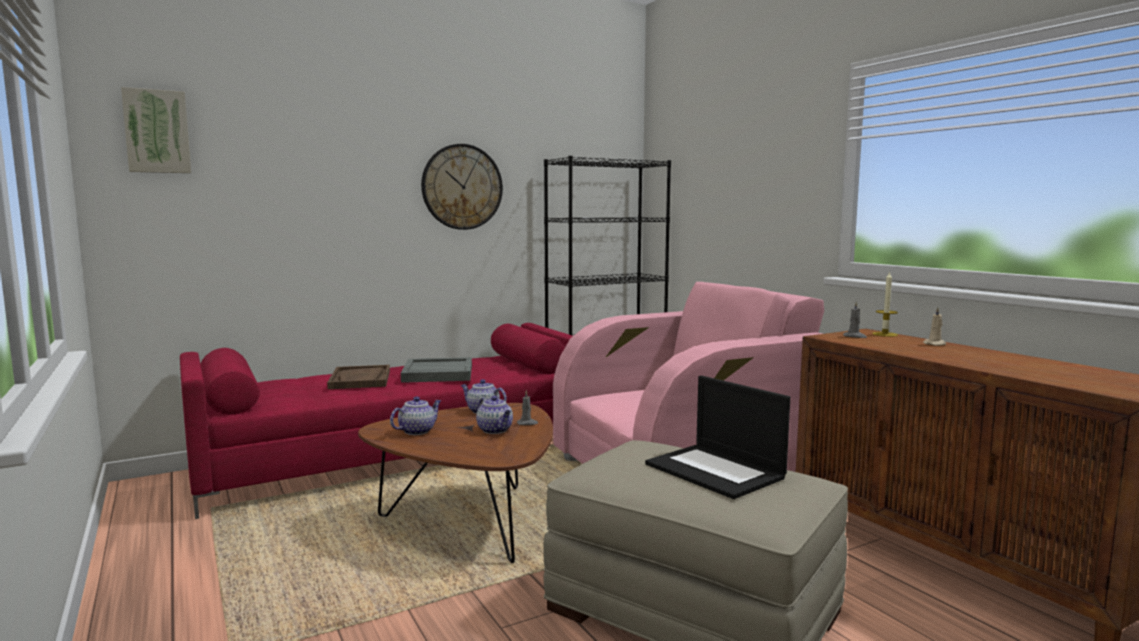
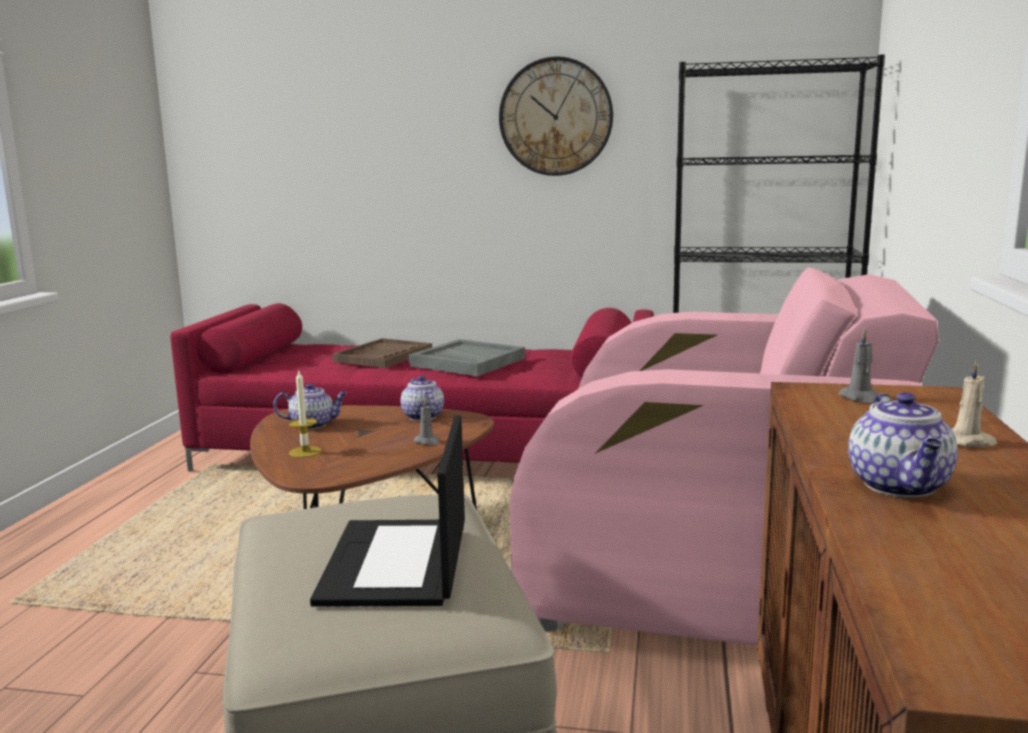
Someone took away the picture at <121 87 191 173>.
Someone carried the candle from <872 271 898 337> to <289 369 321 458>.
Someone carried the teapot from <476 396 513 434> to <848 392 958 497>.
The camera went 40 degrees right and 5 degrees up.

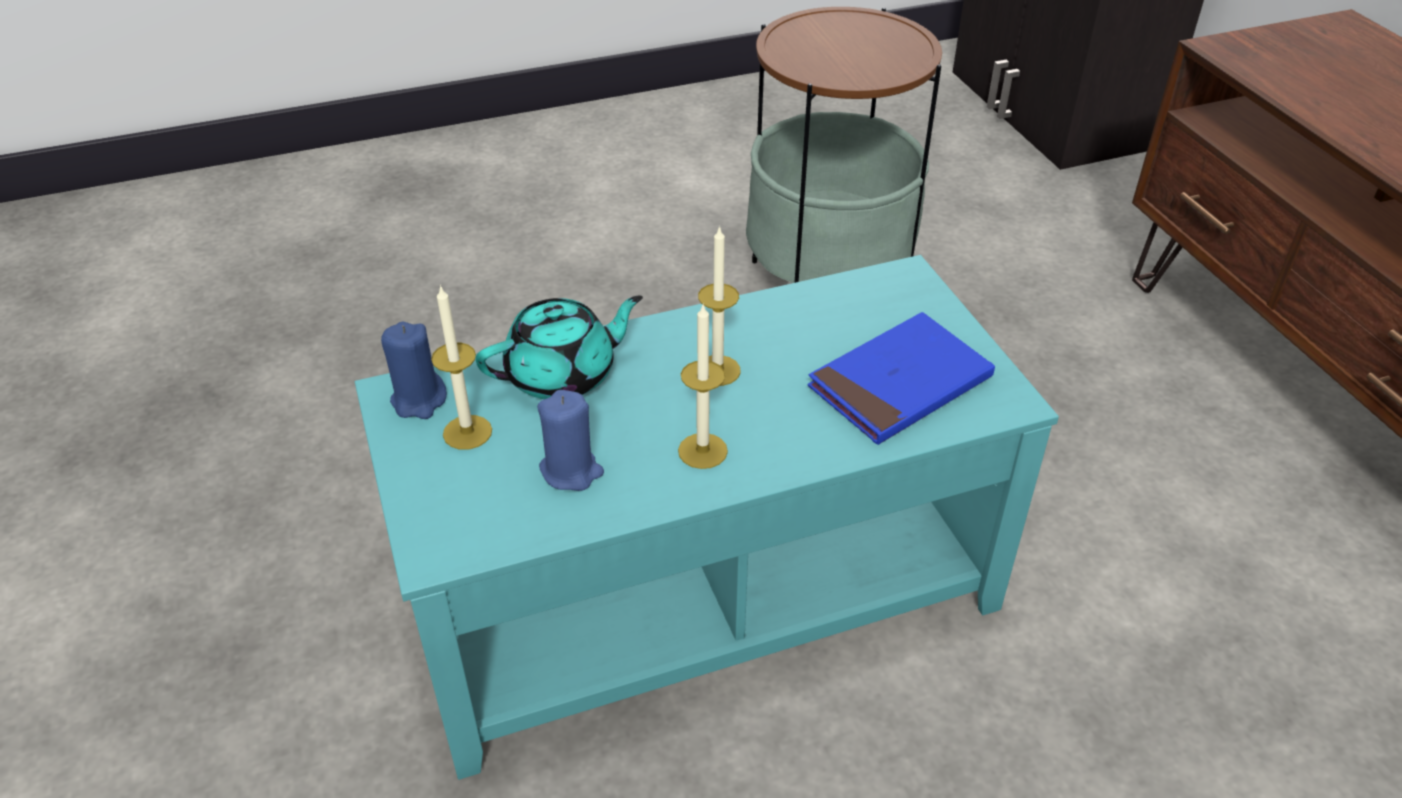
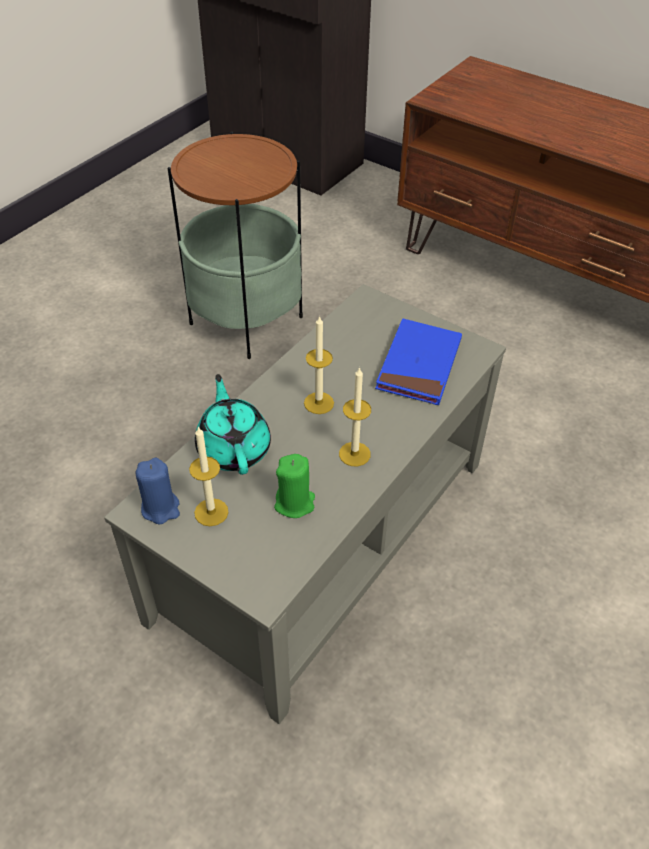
Someone repainted the turquoise coffee table at <355 255 1059 780>, which became the grey coffee table at <104 284 506 724>.
Someone rotated the turquoise teapot at <476 295 643 399> by 45 degrees counterclockwise.
Someone repainted the blue candle at <537 390 604 491>, which became the green candle at <274 454 315 518>.
The camera went 35 degrees left and 5 degrees up.

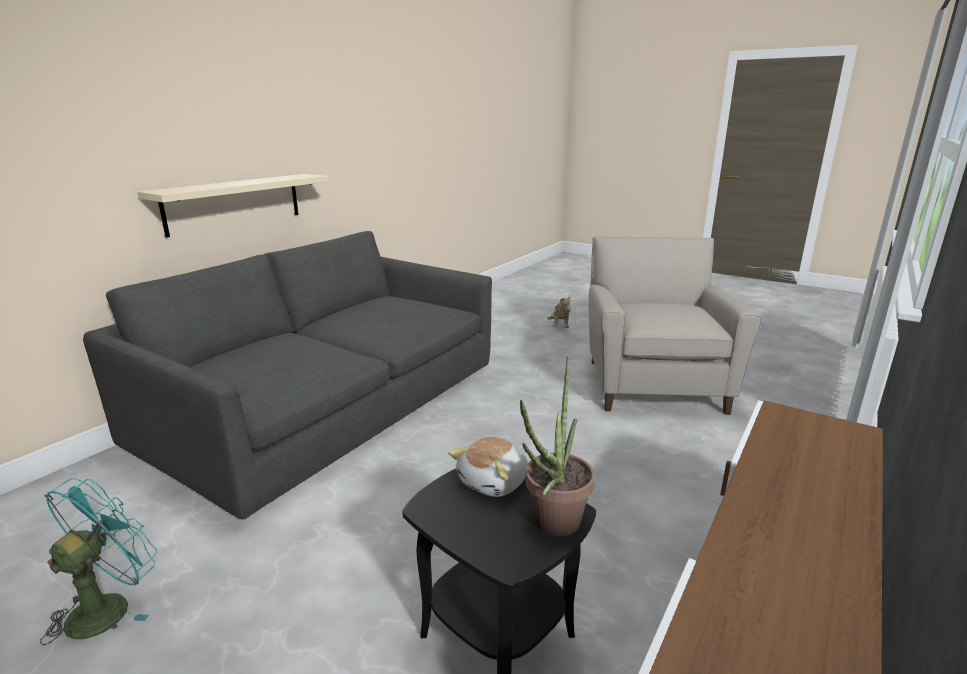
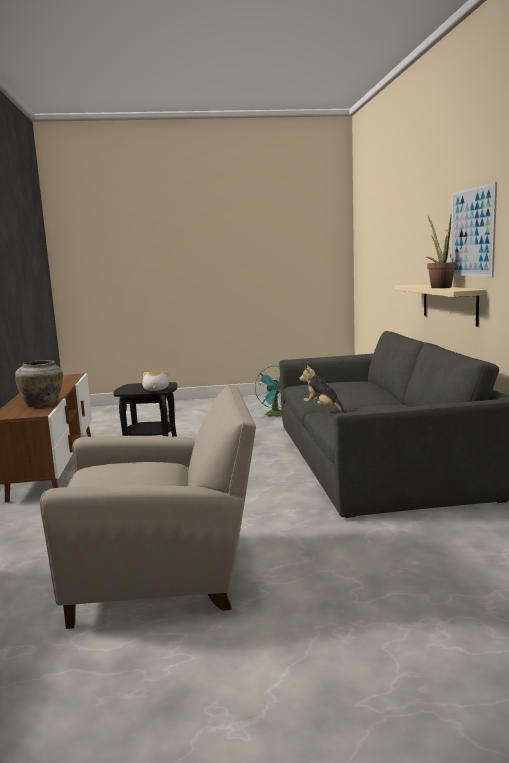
Someone rotated the beige armchair at <589 236 762 415> by 60 degrees counterclockwise.
Someone carried the plush toy from <547 295 571 328> to <299 366 348 413>.
Someone carried the potted plant from <520 356 595 536> to <427 216 457 288>.
Someone put up the picture at <451 182 497 277>.
Someone put down the beige vase at <15 360 63 407>.
The camera went 140 degrees right and 10 degrees down.

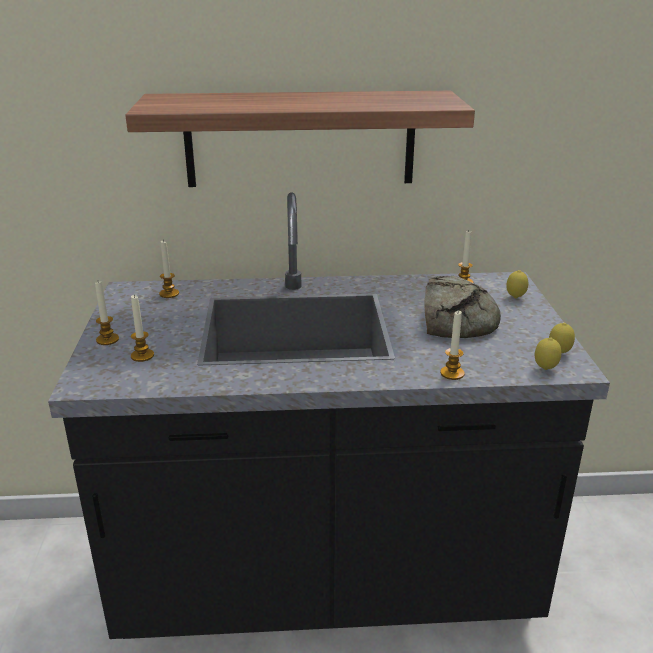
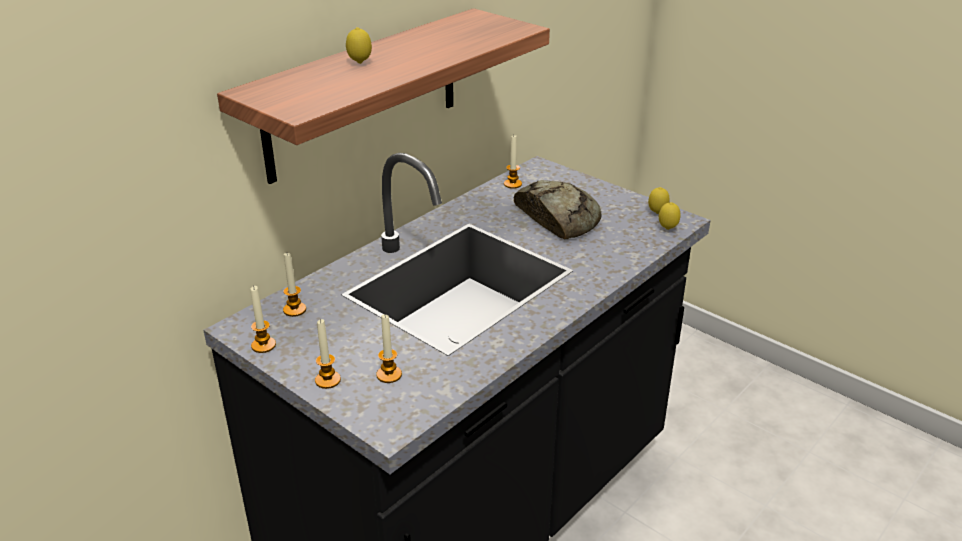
Someone carried the lemon from <506 270 528 298> to <346 27 372 64>.
Someone carried the candle from <440 310 465 380> to <251 286 276 353>.
The camera went 45 degrees left and 5 degrees up.

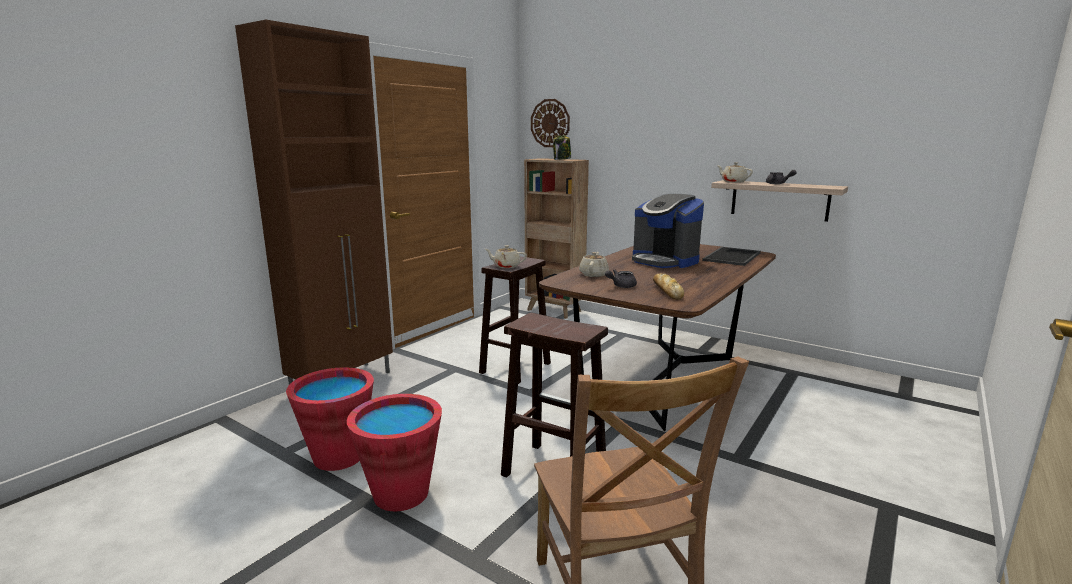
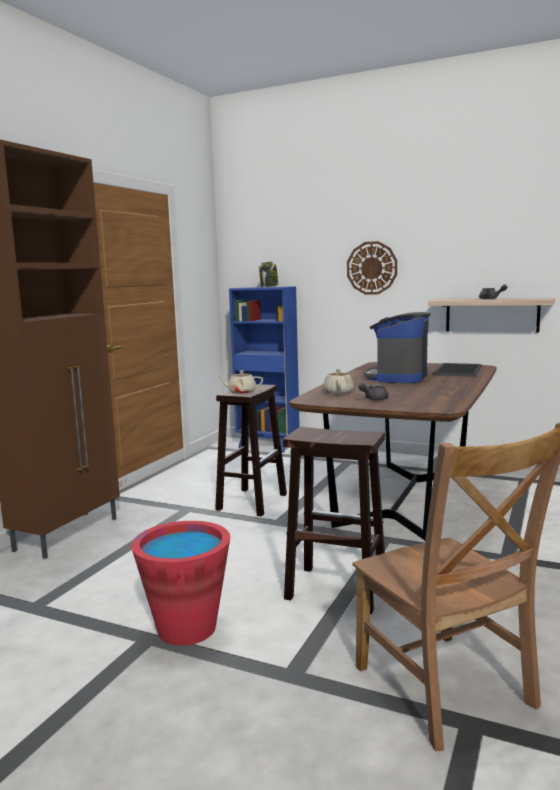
Someone carried the wall clock from <531 99 570 147> to <347 241 397 295>.
Someone repainted the brown bookcase at <524 158 589 319>, which became the blue bookcase at <229 286 300 453>.
Someone took away the beige teapot at <718 162 753 183>.
Someone rotated the coffee machine at <632 194 704 268> by 75 degrees clockwise.
Someone took away the bread at <653 273 684 300>.
Someone took away the red bucket at <286 367 374 471>.
The camera went 10 degrees left and 5 degrees down.

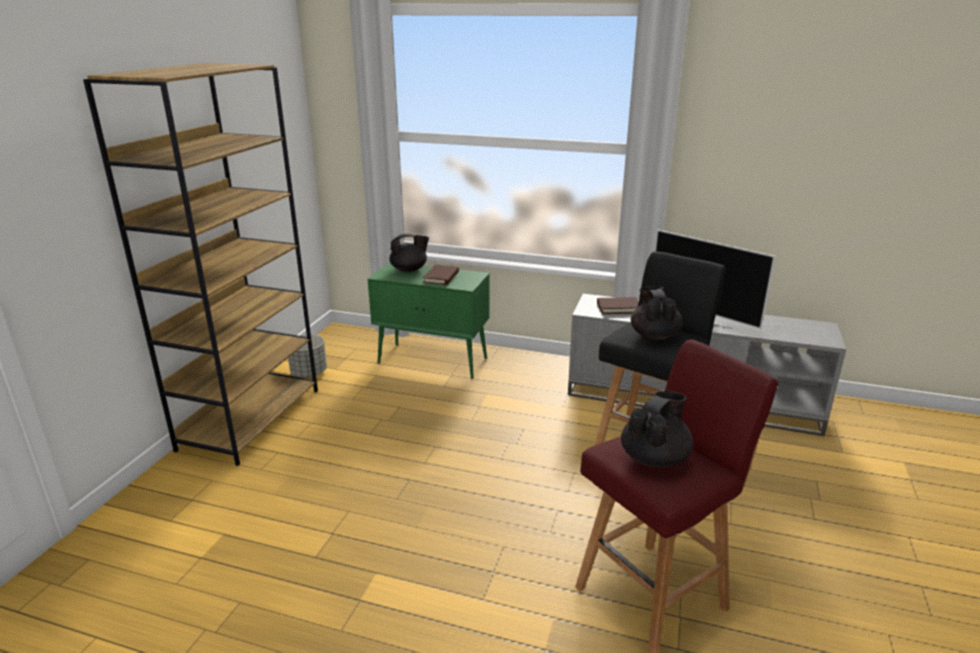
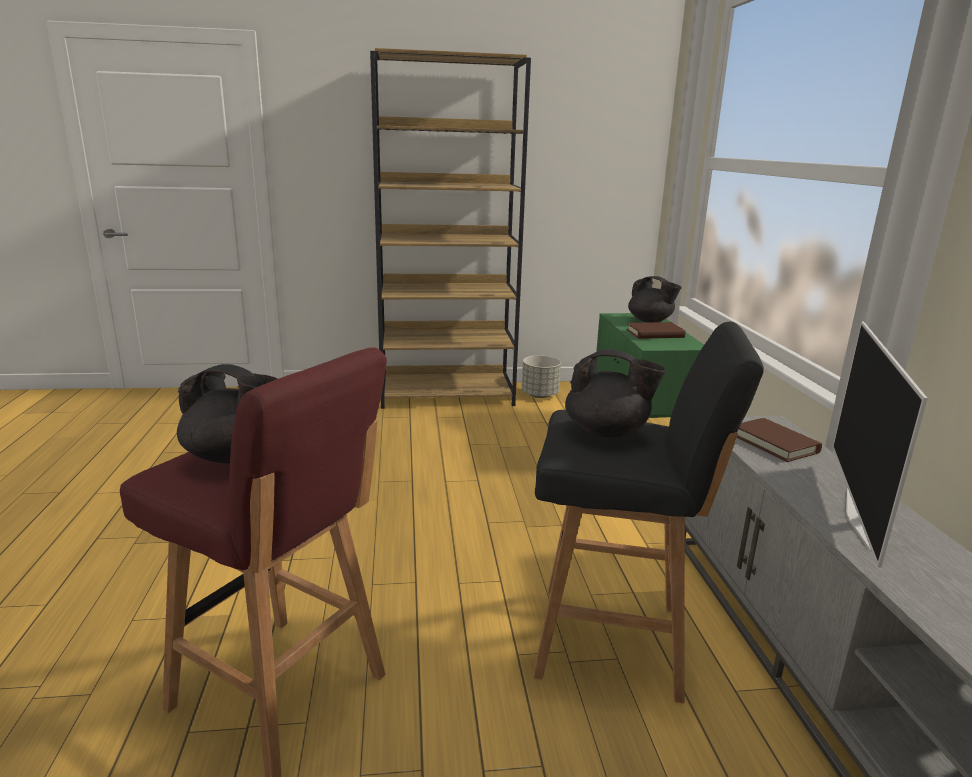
Someone rotated the black teapot at <631 286 683 340> by 45 degrees clockwise.
The camera went 65 degrees right and 5 degrees down.

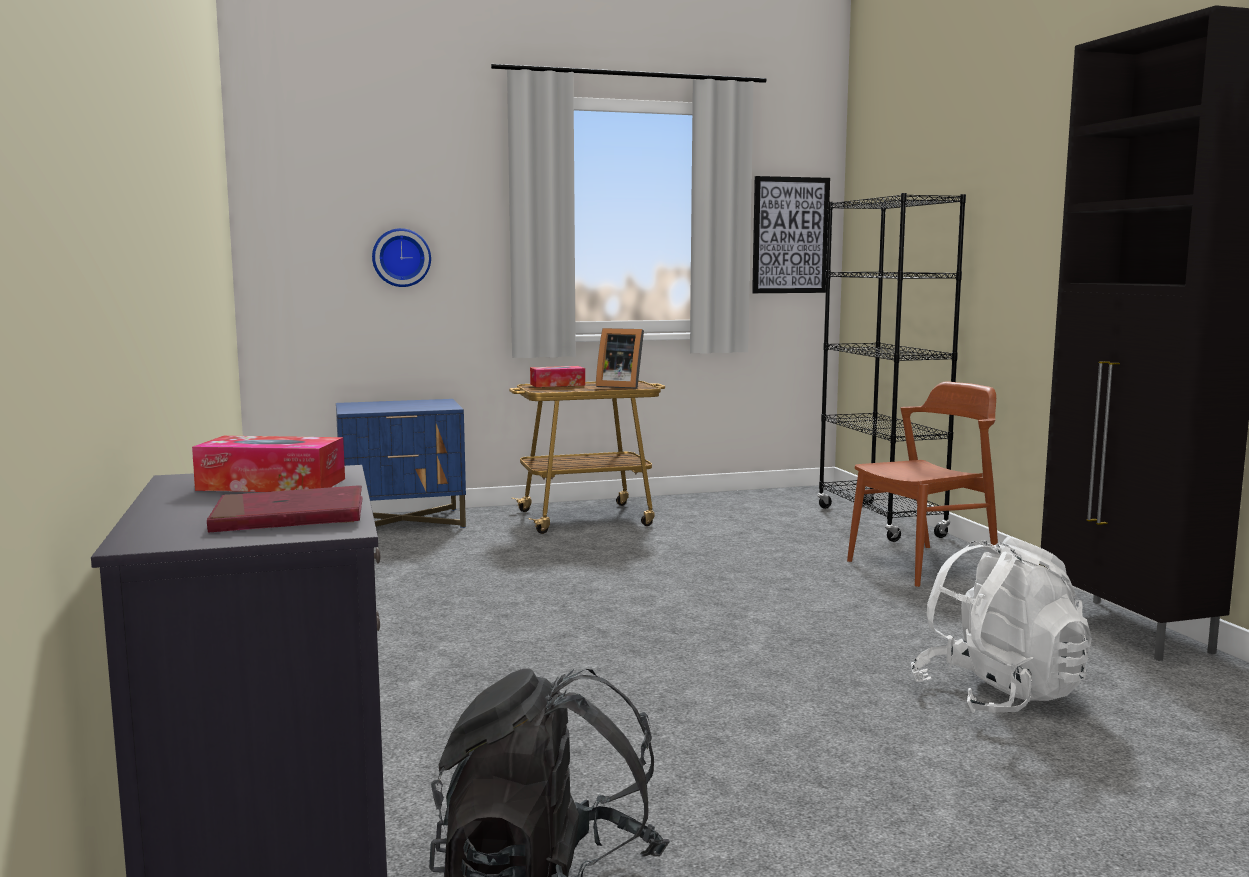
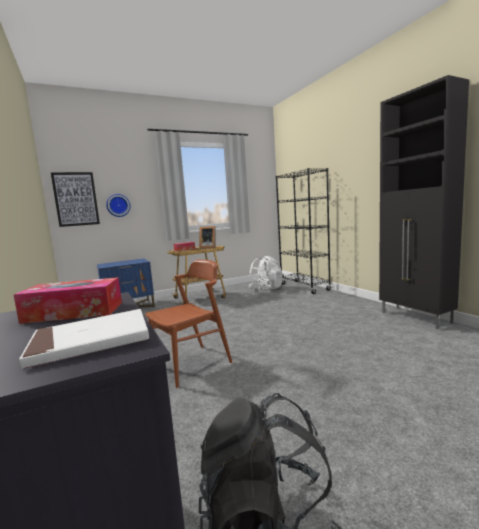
Someone carried the picture from <752 176 830 293> to <51 172 100 227>.
Someone carried the brown chair from <847 381 998 587> to <145 259 232 388>.
Someone repainted the red book at <207 485 363 532>, which became the white book at <19 309 149 369>.
Someone carried the white backpack from <911 537 1092 713> to <248 256 283 291>.
The camera went 10 degrees left and 0 degrees up.

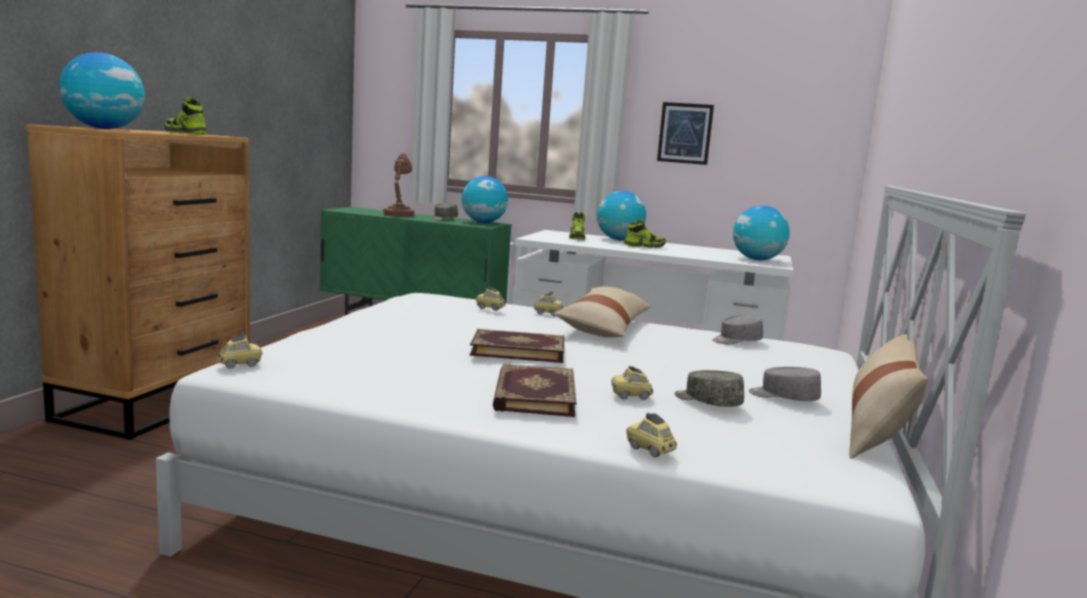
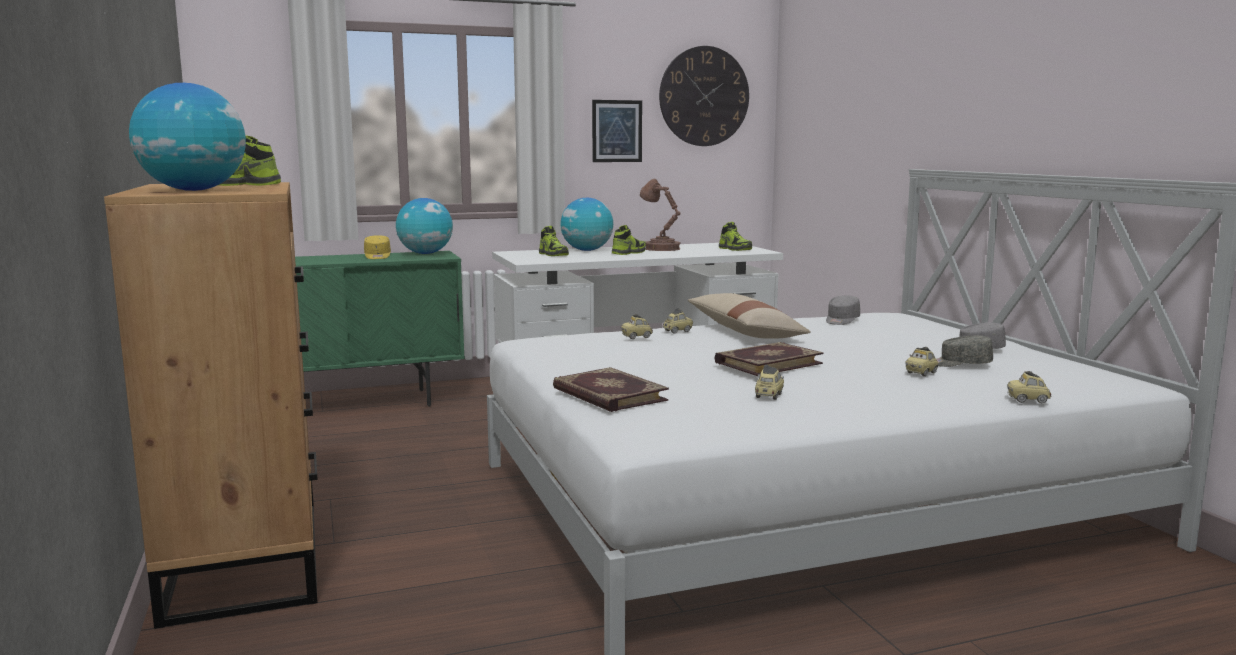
Someone carried the brown table lamp from <383 153 415 217> to <640 179 681 251>.
Someone repainted the grey cap at <432 203 458 221>, which became the yellow cap at <364 235 391 259>.
Someone swapped the globe at <733 206 790 260> for the shoe at <719 222 752 251>.
Someone took away the beige pillow at <849 329 928 459>.
Someone carried the toy car from <218 332 262 369> to <755 365 784 400>.
Someone carried the book from <493 364 576 417> to <553 367 669 412>.
Someone put up the wall clock at <659 46 749 146>.
The camera went 35 degrees left and 0 degrees up.

